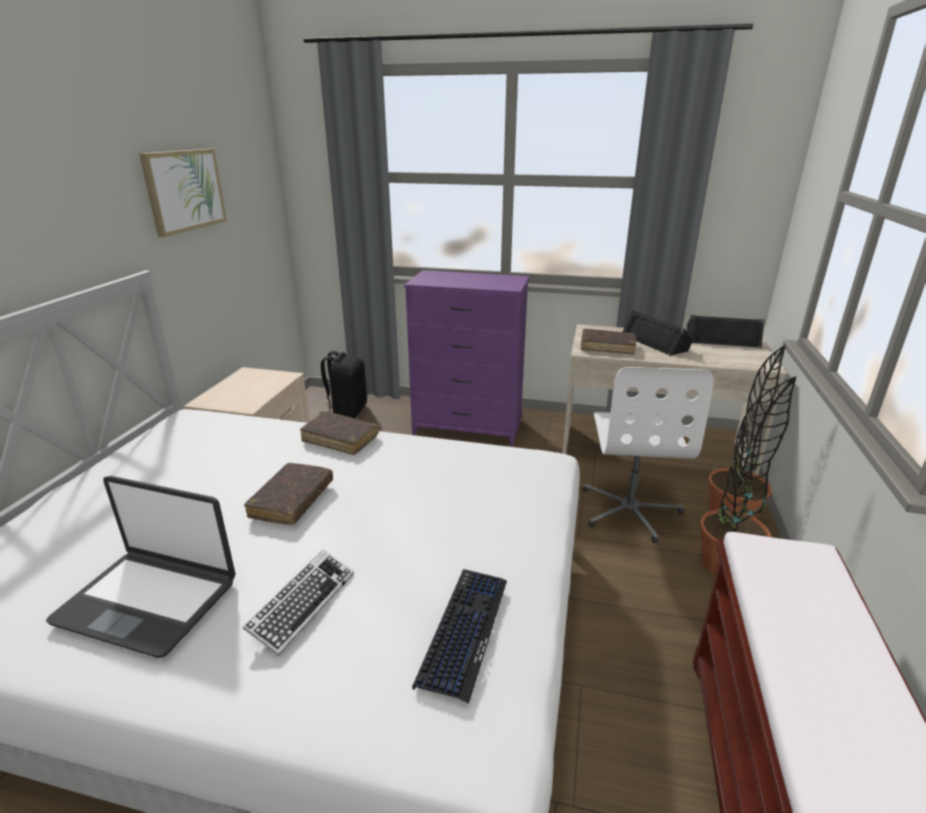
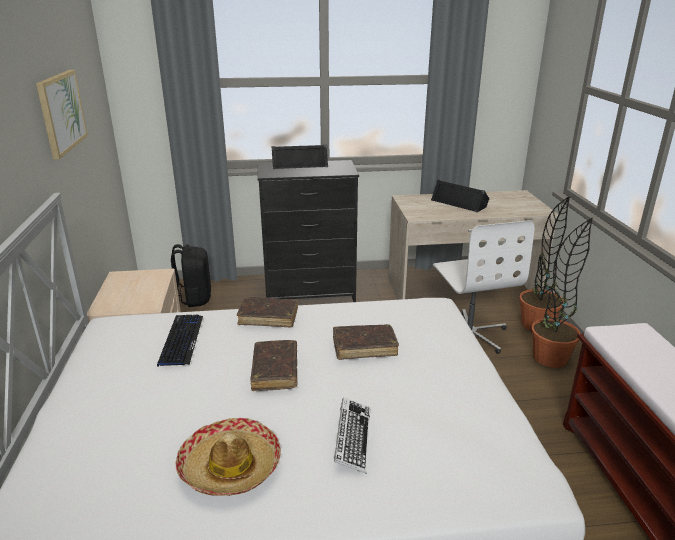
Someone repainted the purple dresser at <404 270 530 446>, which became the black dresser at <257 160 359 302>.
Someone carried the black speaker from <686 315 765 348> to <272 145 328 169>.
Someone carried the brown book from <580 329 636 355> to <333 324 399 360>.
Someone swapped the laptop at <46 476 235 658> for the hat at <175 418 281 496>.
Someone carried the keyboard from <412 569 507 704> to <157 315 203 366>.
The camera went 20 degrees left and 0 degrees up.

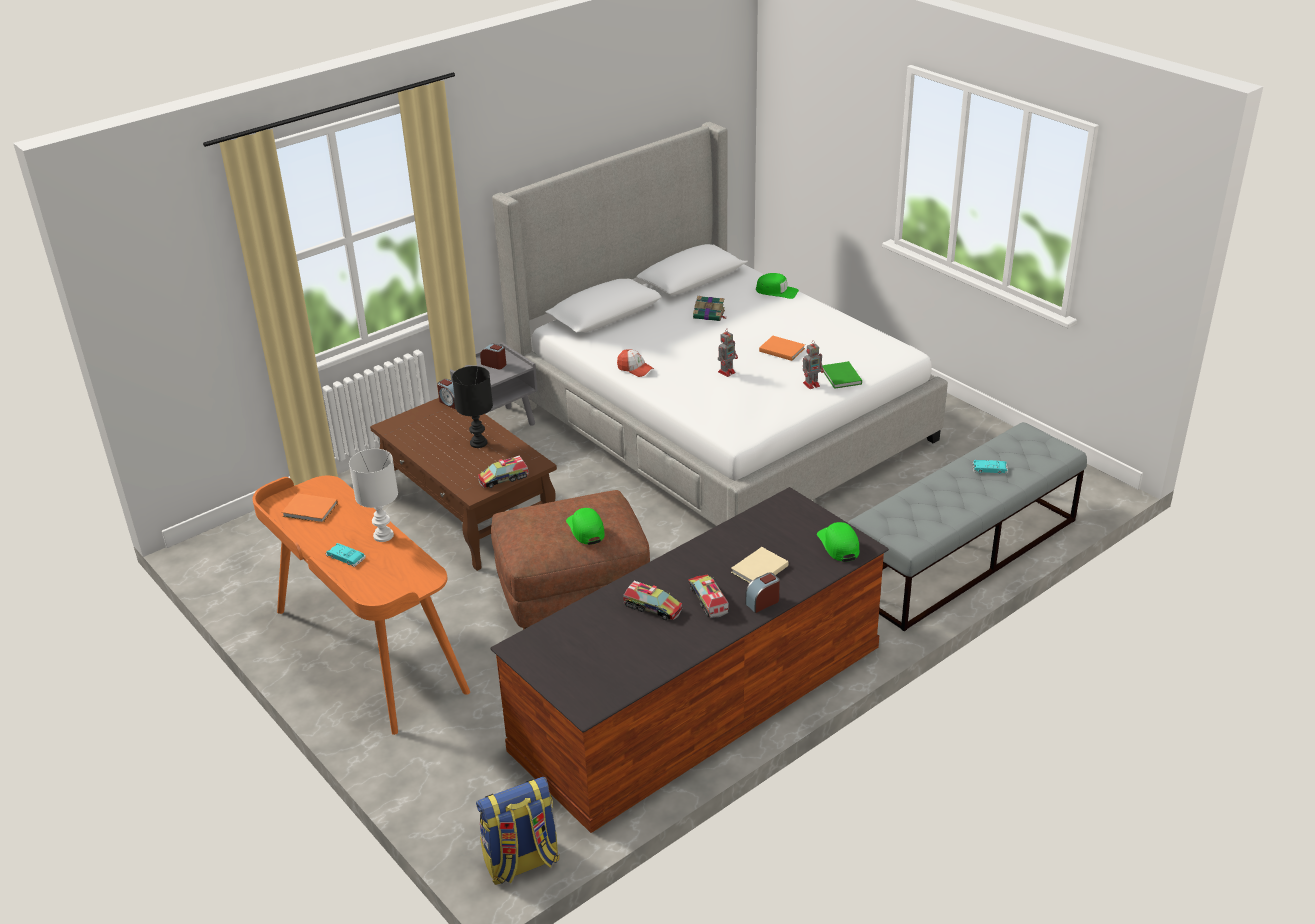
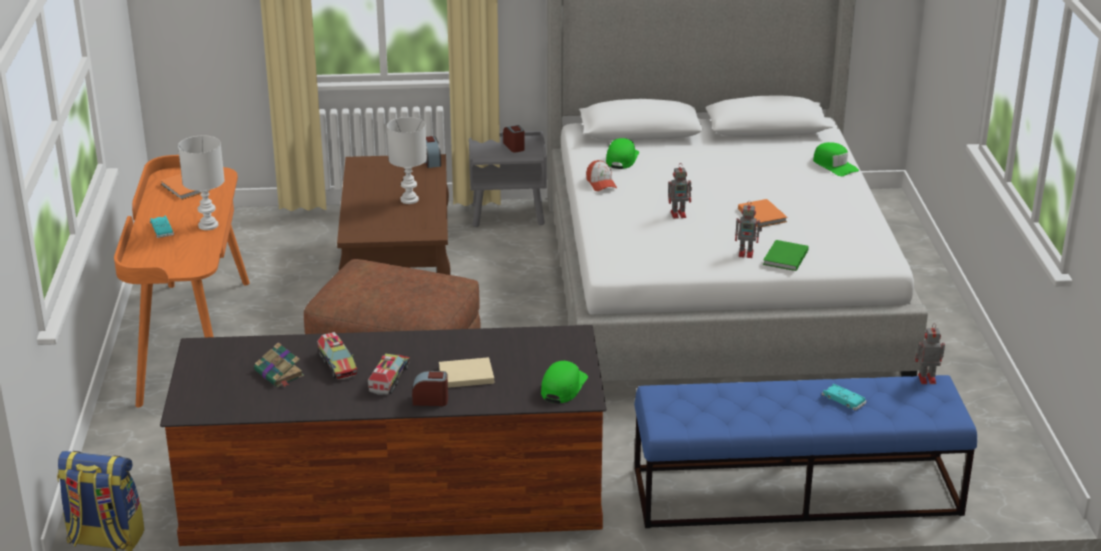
Someone carried the book from <693 296 726 321> to <254 342 304 387>.
Someone repainted the black table lamp at <452 366 493 448>, which became the white table lamp at <387 117 427 204>.
Someone repainted the grey bench at <848 422 1087 631>, which became the blue bench at <634 375 977 528>.
Someone took away the toy truck at <478 455 529 488>.
Someone carried the green cap from <566 508 605 545> to <606 138 639 169>.
Someone put down the toy robot at <915 323 945 384>.
The camera went 35 degrees right and 5 degrees down.

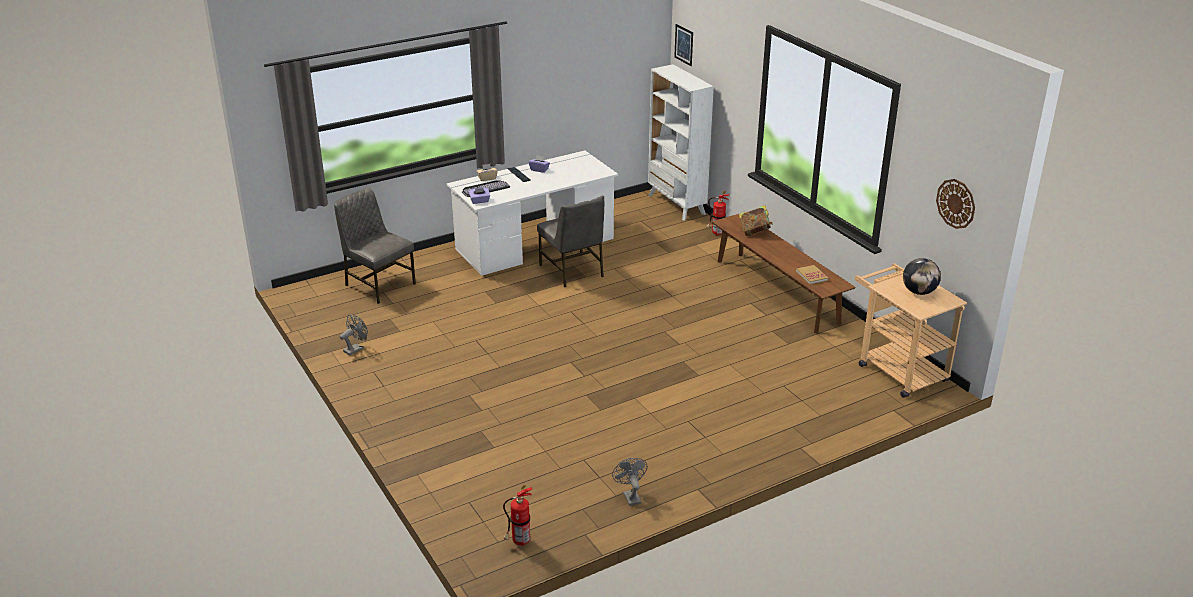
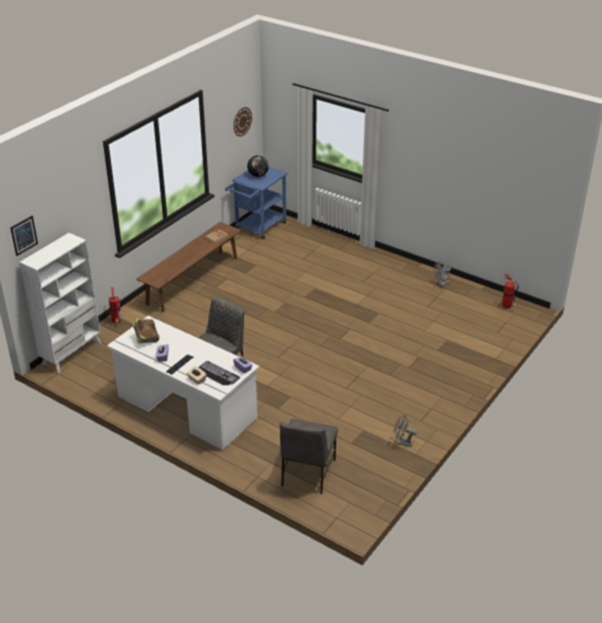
Someone carried the book from <739 205 773 236> to <132 318 159 343>.
Someone repainted the beige cart at <855 263 967 398>, which became the blue cart at <225 167 288 239>.
The camera went 115 degrees left and 5 degrees up.

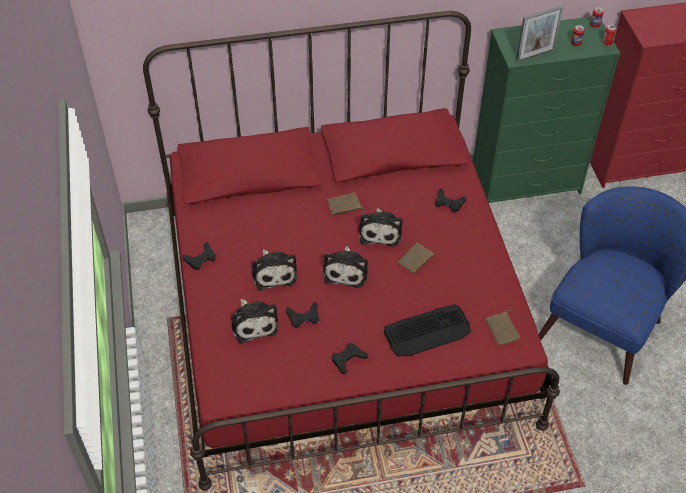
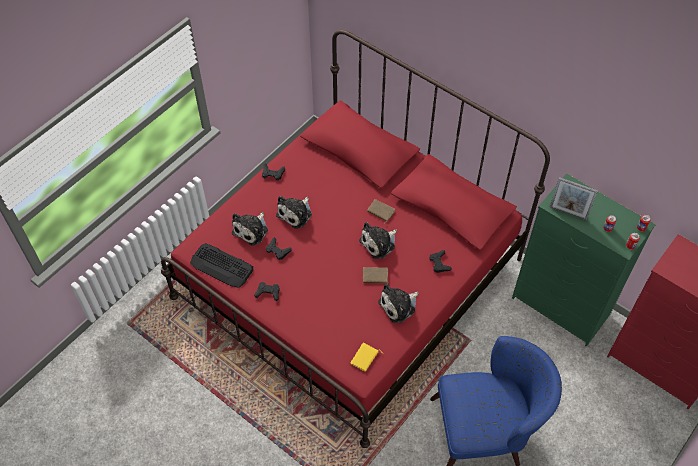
Someone carried the plush toy from <323 246 368 288> to <378 284 419 323>.
Someone carried the keyboard from <384 304 471 357> to <190 243 253 288>.
Someone repainted the brown book at <486 310 521 345>, which became the yellow book at <350 343 384 372>.
The camera went 50 degrees right and 5 degrees up.

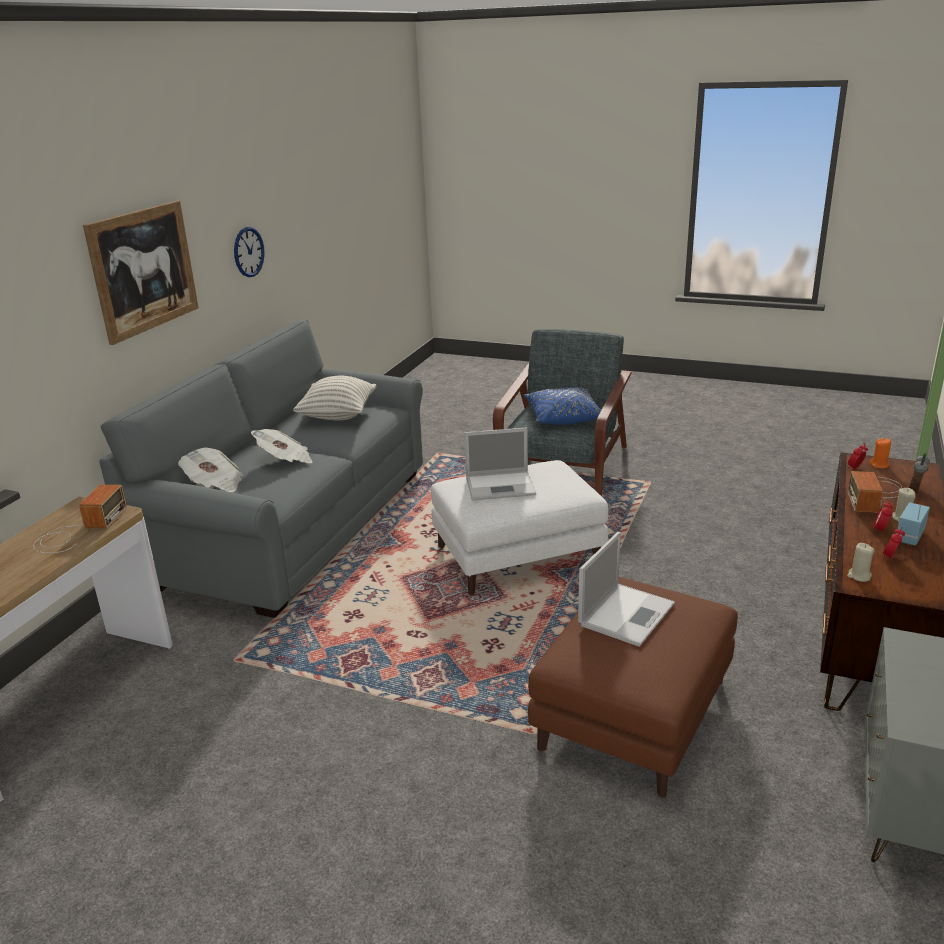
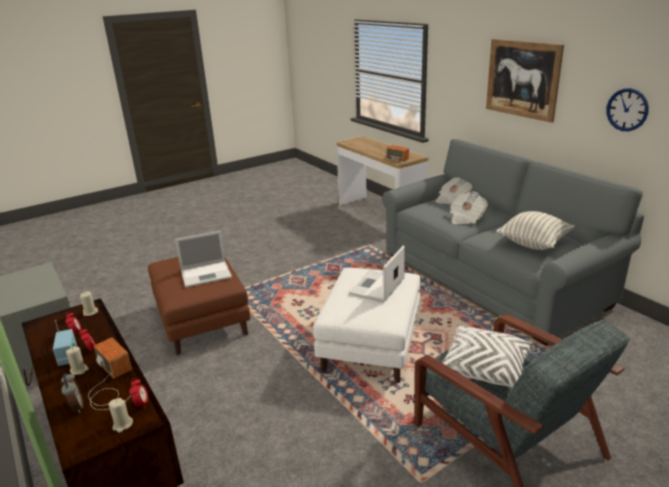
Someone repainted the blue pillow at <524 387 601 425>, which became the white pillow at <442 325 535 387>.
Someone repainted the orange candle at <870 438 891 468>, which became the beige candle at <109 398 133 433>.
Someone rotated the laptop at <578 532 675 647> by 90 degrees counterclockwise.
The camera went 125 degrees right and 0 degrees up.

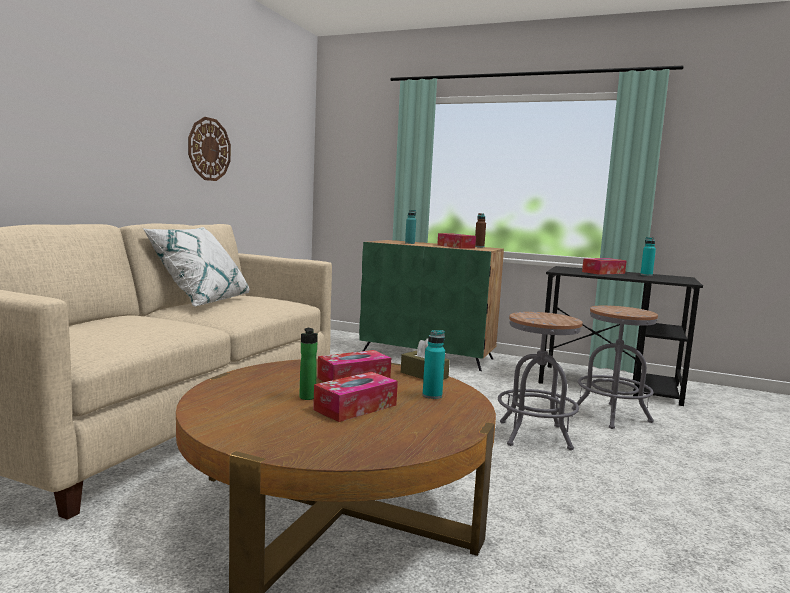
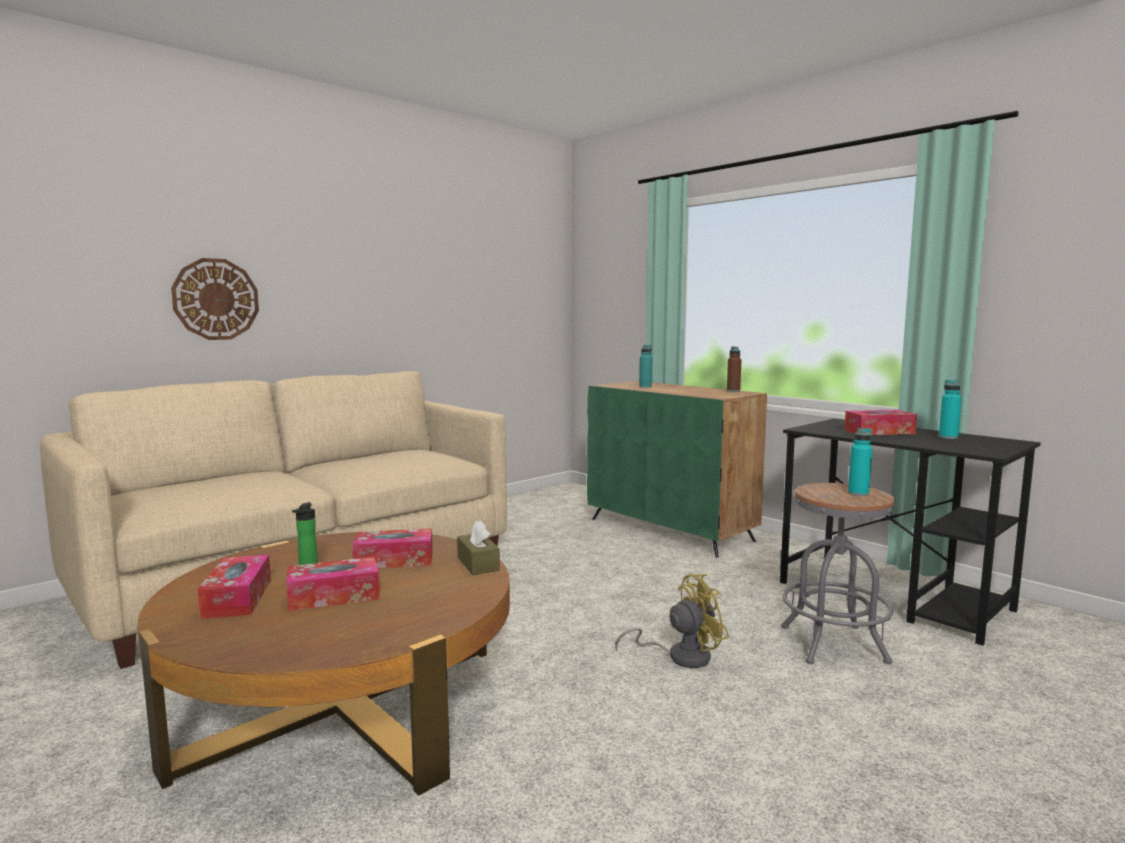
Someone carried the wall clock from <188 117 231 181> to <171 258 259 340>.
Someone took away the white pillow at <143 227 249 307>.
Someone carried the tissue box from <437 233 476 248> to <197 555 271 619>.
Someone swapped the grey stool at <498 312 583 450> for the yellow fan at <615 574 729 668>.
Someone carried the turquoise bottle from <422 330 445 399> to <848 428 872 496>.
The camera went 25 degrees right and 0 degrees up.

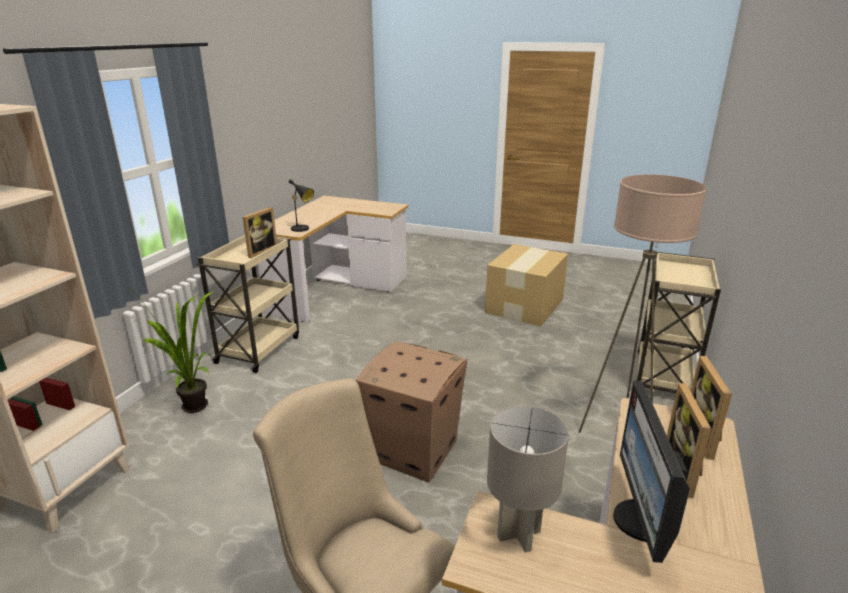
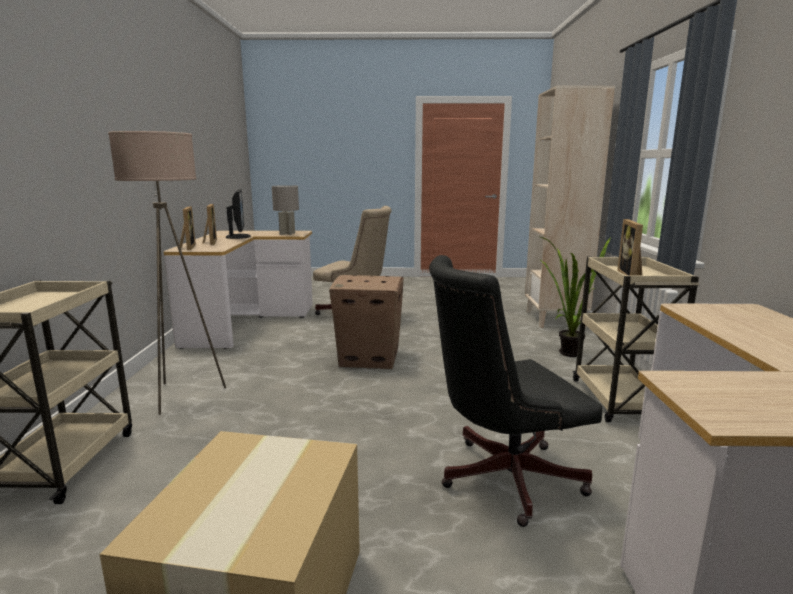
Someone took away the black table lamp at <286 179 314 232>.
Someone put down the black office chair at <429 255 602 527>.
The camera went 160 degrees right and 10 degrees down.

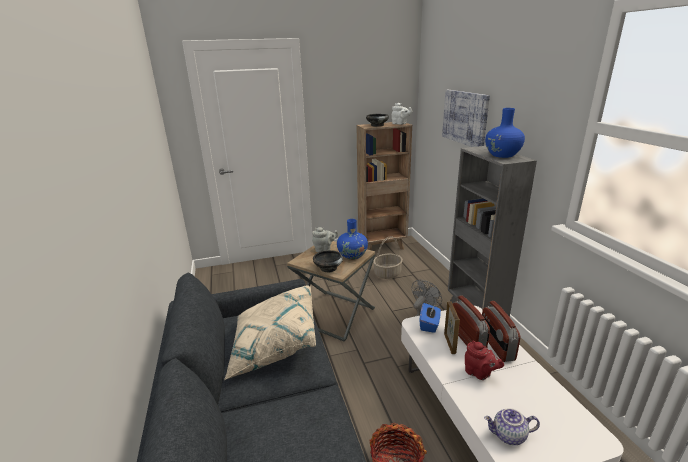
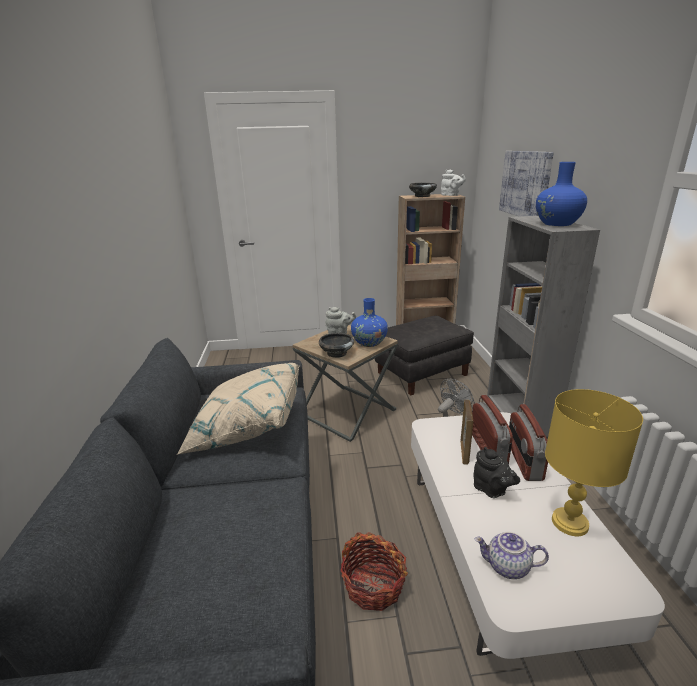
Someone swapped the basket at <373 236 403 279> for the black ottoman at <375 316 474 395>.
Someone took away the blue tissue box at <420 303 441 333>.
Someone repainted the red teapot at <465 340 504 380>, which became the black teapot at <473 447 520 498>.
Someone put down the yellow table lamp at <545 389 643 536>.
The camera went 10 degrees right and 0 degrees up.

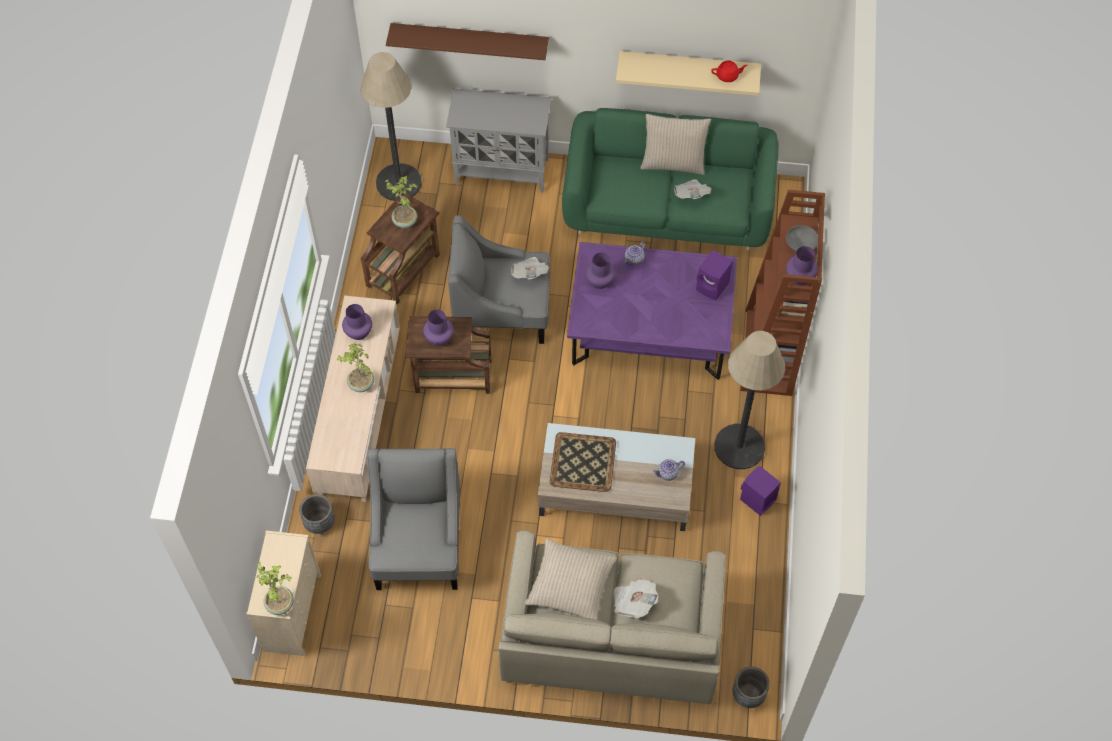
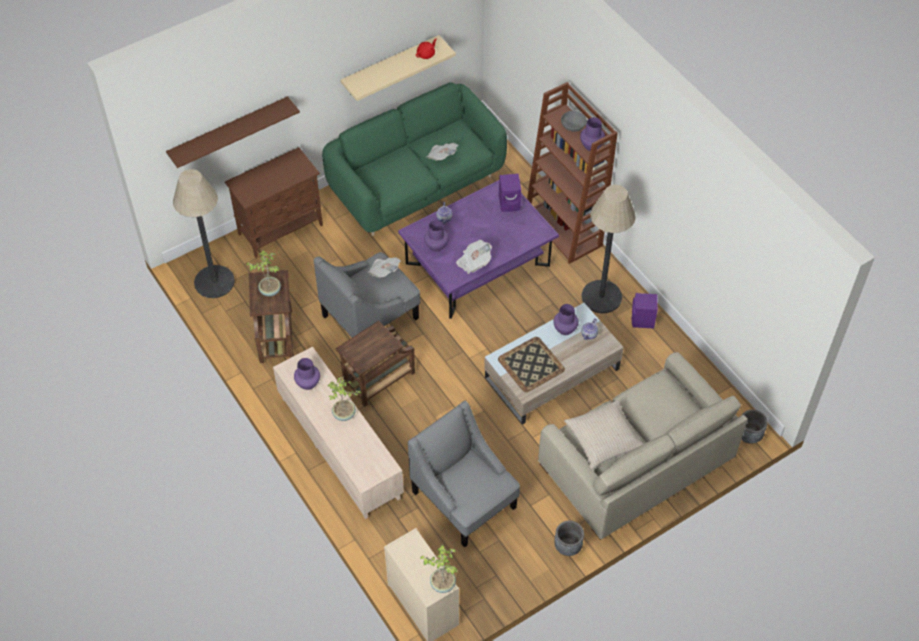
Someone repainted the grey cabinet at <446 89 551 193>, which became the brown cabinet at <225 147 323 258>.
Someone took away the beige pillow at <640 114 711 175>.
Someone carried the purple vase from <423 310 454 346> to <553 304 579 335>.
Someone carried the grey planter from <299 494 335 534> to <554 520 584 556>.
Someone carried the newspaper from <614 579 658 618> to <456 240 492 274>.
The camera went 40 degrees left and 5 degrees down.

